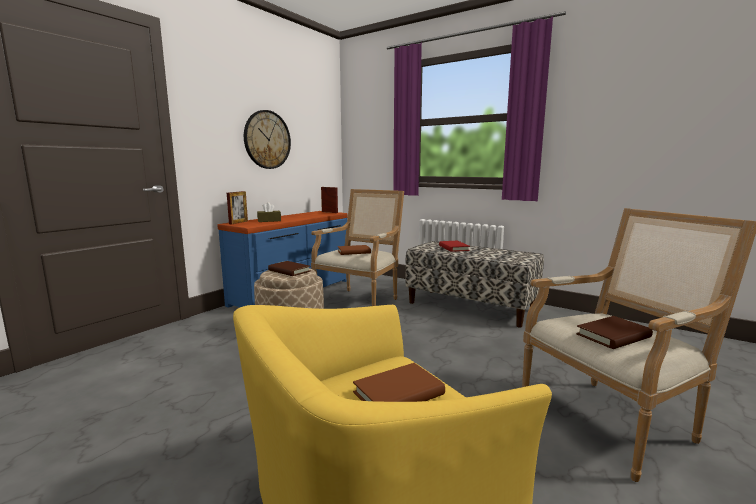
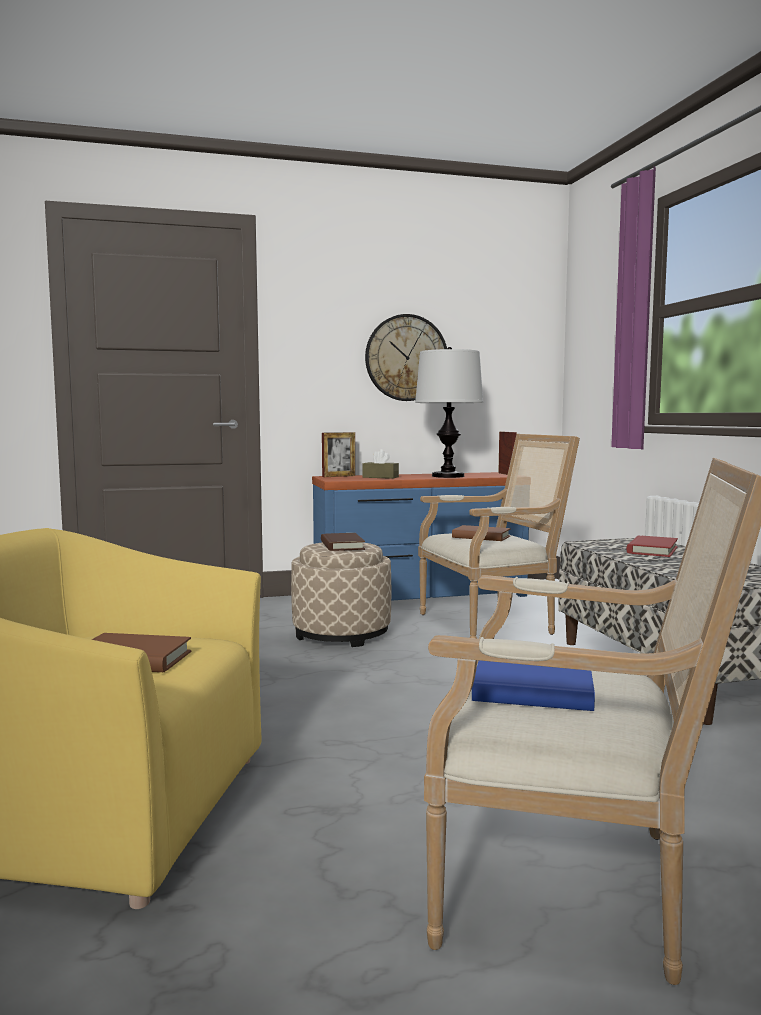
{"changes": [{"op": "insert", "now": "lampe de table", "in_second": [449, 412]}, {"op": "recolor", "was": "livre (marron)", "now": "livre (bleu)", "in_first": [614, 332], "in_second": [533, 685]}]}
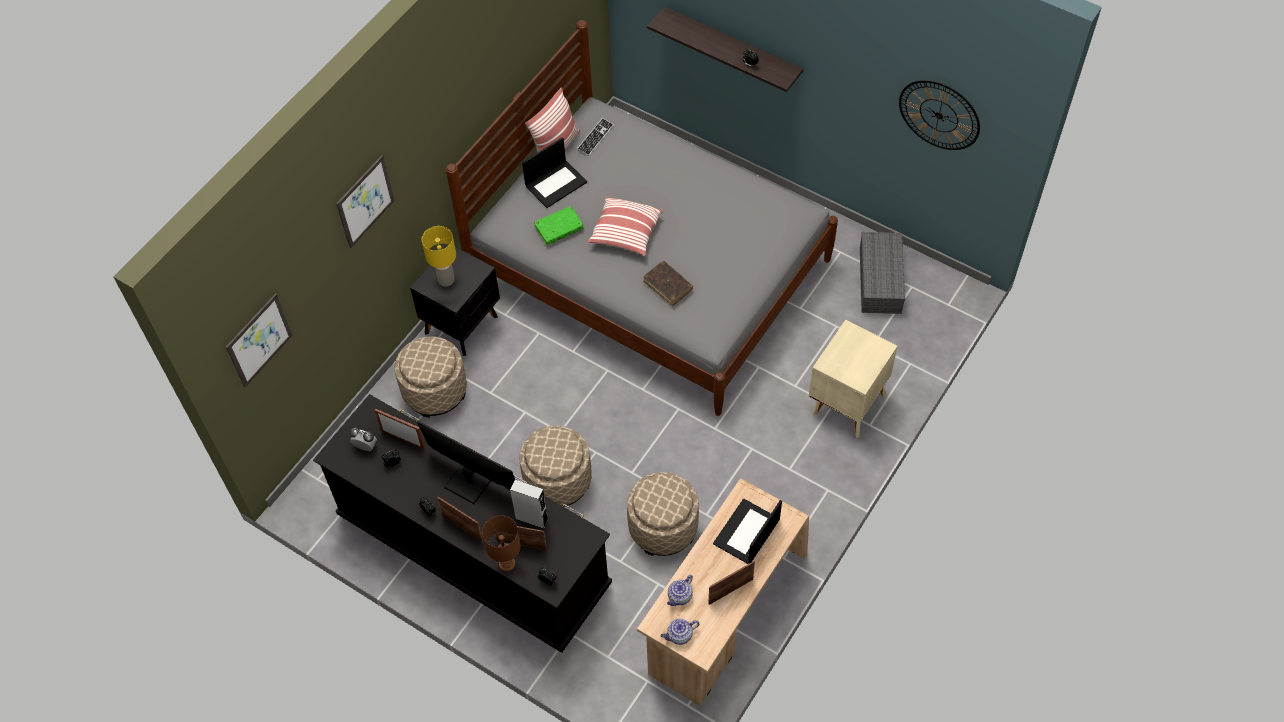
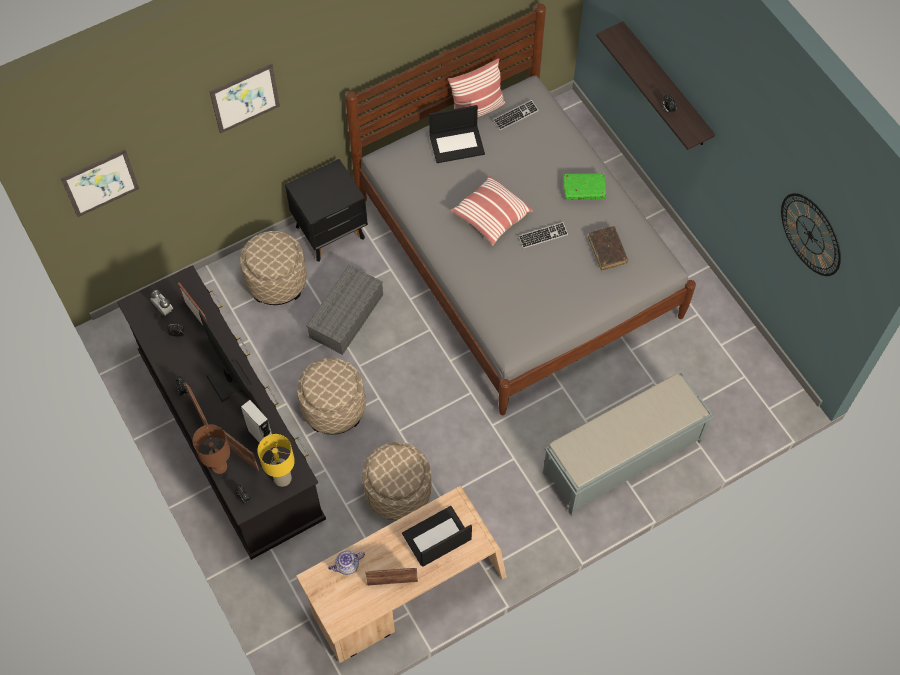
{"changes": [{"op": "delete", "was": "théière", "in_first": [679, 632]}, {"op": "insert", "now": "clavier", "in_second": [543, 235]}, {"op": "move", "was": "lampe de table (jaune)", "in_first": [439, 256], "in_second": [276, 460]}, {"op": "move", "was": "livre (vert)", "in_first": [558, 225], "in_second": [585, 186]}, {"op": "move", "was": "livre (marron)", "in_first": [668, 283], "in_second": [608, 248]}, {"op": "move", "was": "boîte de rangement (gris)", "in_first": [882, 273], "in_second": [344, 310]}, {"op": "replace", "was": "table de chevet (beige)", "now": "banc (gris)", "in_first": [853, 379], "in_second": [628, 444]}]}
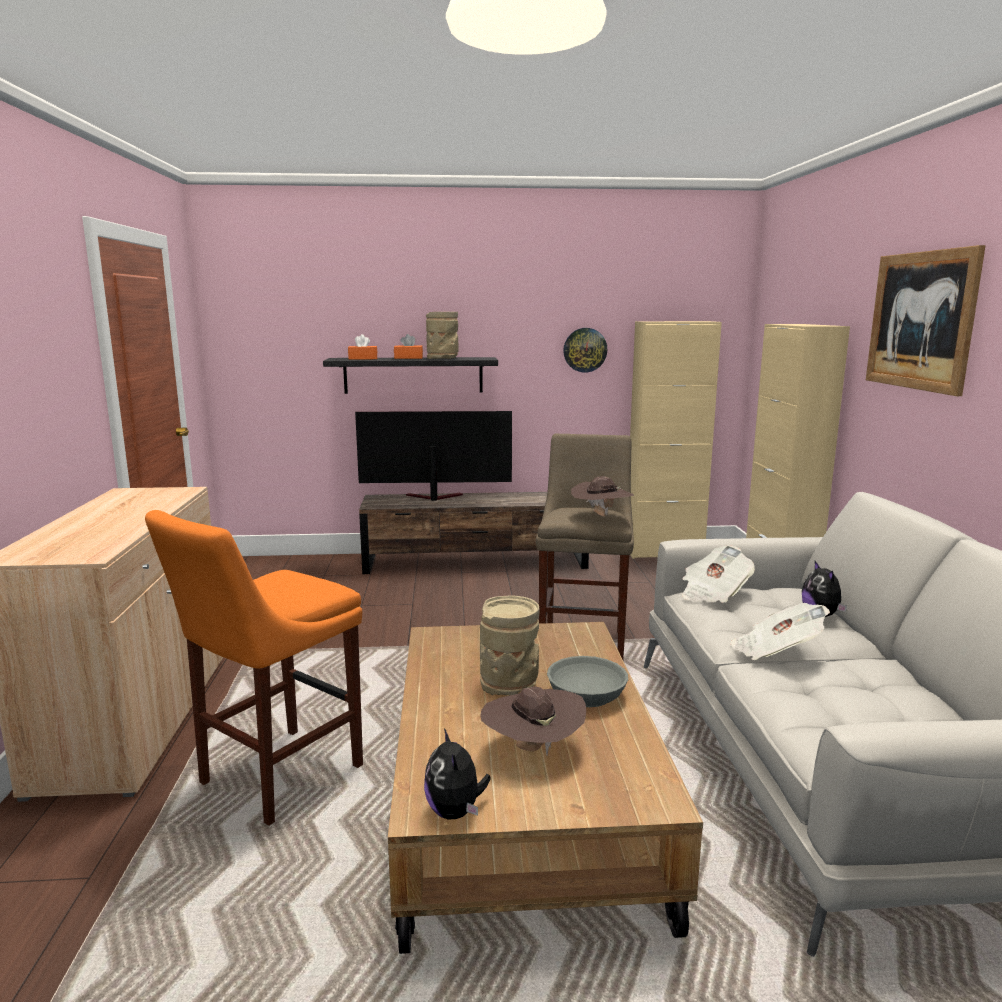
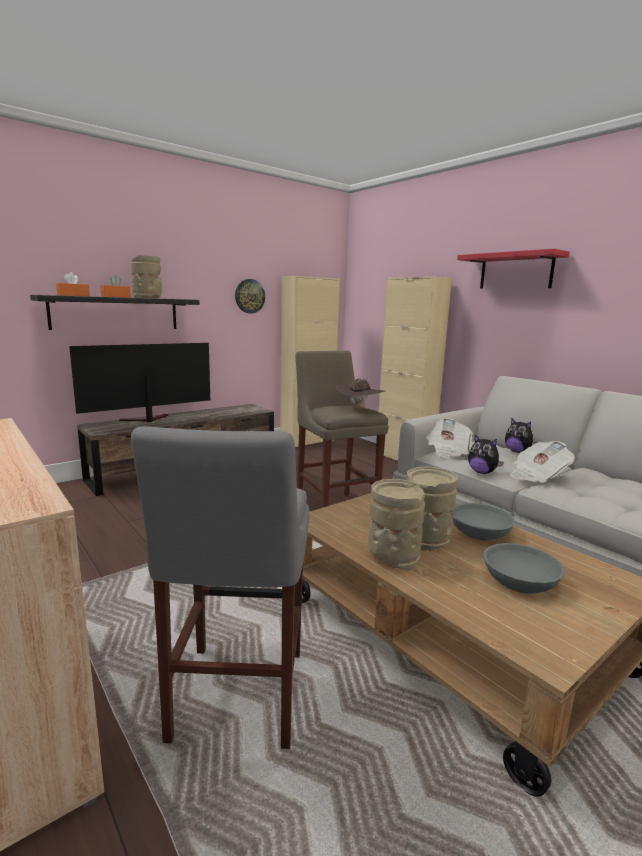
{"changes": [{"op": "insert", "now": "vase (beige)", "in_second": [396, 524]}, {"op": "move", "was": "peluche", "in_first": [457, 773], "in_second": [486, 454]}, {"op": "replace", "was": "chapeau (marron)", "now": "bol (gris)", "in_first": [533, 721], "in_second": [524, 568]}, {"op": "replace", "was": "tableau", "now": "étagère (rouge)", "in_first": [926, 320], "in_second": [513, 269]}, {"op": "recolor", "was": "tabouret (orange)", "now": "tabouret (gris)", "in_first": [254, 668], "in_second": [220, 587]}]}
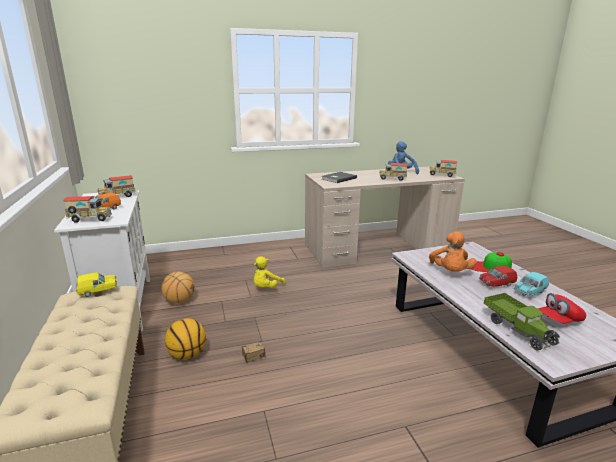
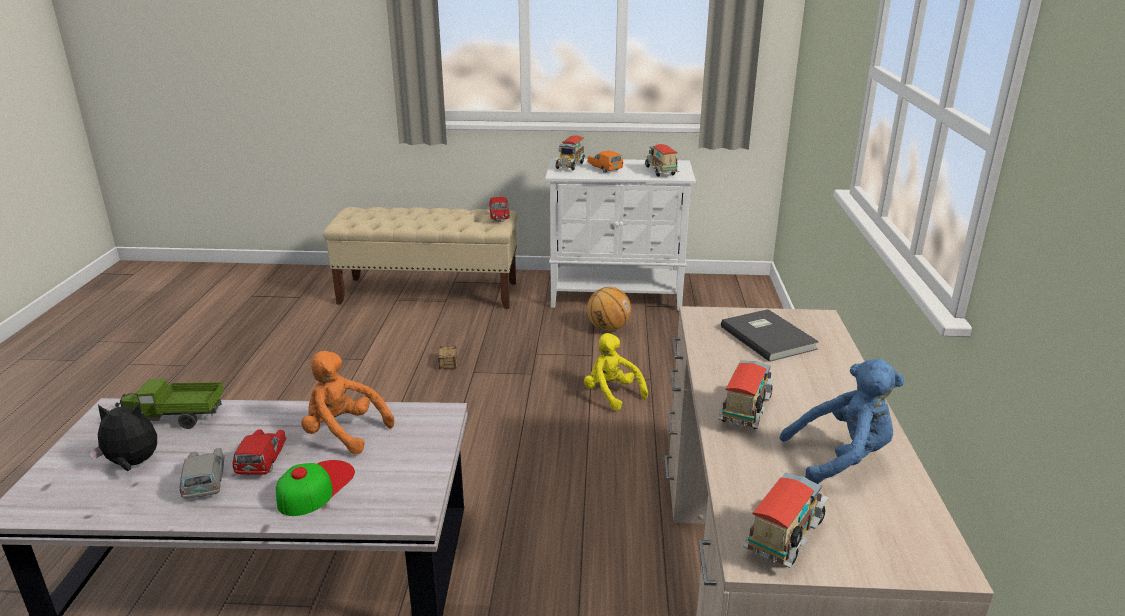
{"changes": [{"op": "delete", "was": "ballon de basket", "in_first": [185, 339]}, {"op": "replace", "was": "casquette (rouge)", "now": "peluche", "in_first": [562, 308], "in_second": [123, 437]}, {"op": "recolor", "was": "petite voiture (jaune)", "now": "petite voiture (rouge)", "in_first": [96, 285], "in_second": [499, 209]}, {"op": "recolor", "was": "petite voiture (turquoise)", "now": "petite voiture (gris)", "in_first": [531, 284], "in_second": [202, 473]}]}
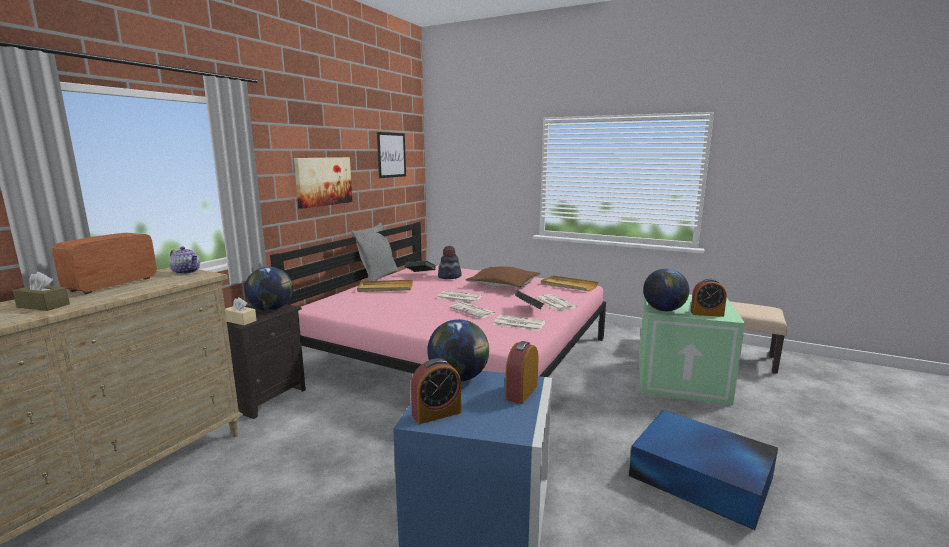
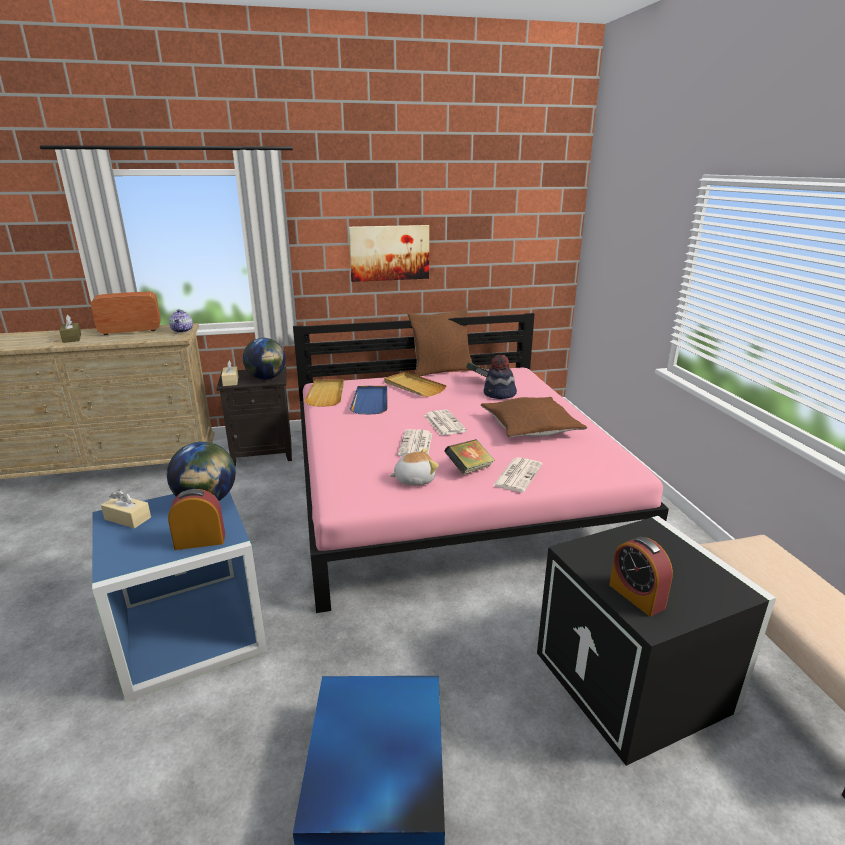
{"changes": [{"op": "delete", "was": "tableau", "in_first": [391, 155]}, {"op": "delete", "was": "globe", "in_first": [666, 290]}, {"op": "insert", "now": "plateau (bleu)", "in_second": [369, 400]}, {"op": "move", "was": "plateau (beige)", "in_first": [570, 283], "in_second": [324, 393]}, {"op": "replace", "was": "réveil", "now": "boîte à mouchoirs (beige)", "in_first": [436, 391], "in_second": [126, 509]}, {"op": "replace", "was": "journal", "now": "peluche", "in_first": [519, 323], "in_second": [414, 466]}, {"op": "recolor", "was": "coussin (gris)", "now": "coussin (marron)", "in_first": [375, 252], "in_second": [439, 342]}, {"op": "recolor", "was": "boîte de rangement (vert)", "now": "boîte de rangement (noir)", "in_first": [692, 350], "in_second": [656, 641]}]}
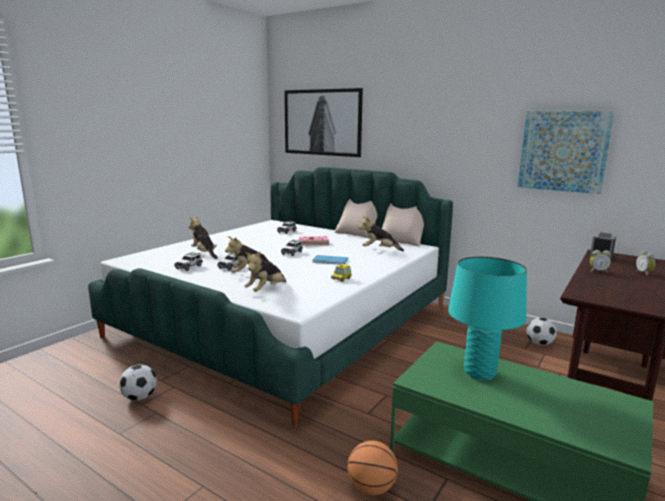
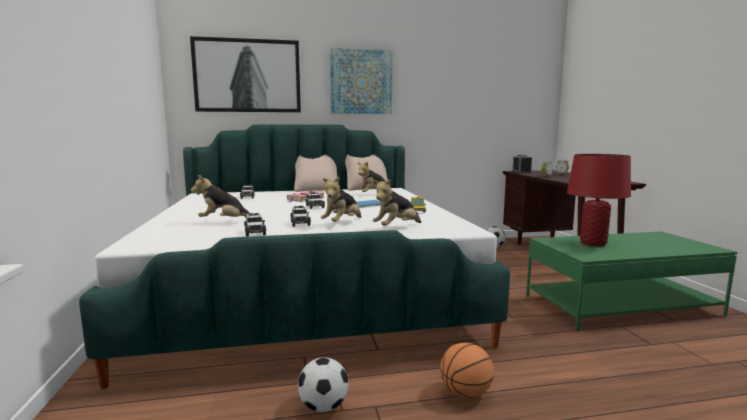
{"changes": [{"op": "move", "was": "ballon de basket", "in_first": [372, 468], "in_second": [467, 370]}, {"op": "move", "was": "tableau", "in_first": [566, 152], "in_second": [361, 81]}, {"op": "recolor", "was": "lampe de table (turquoise)", "now": "lampe de table (rouge)", "in_first": [487, 318], "in_second": [599, 200]}, {"op": "rotate", "was": "peluche", "in_first": [265, 271], "in_second": [397, 202], "clockwise": 60}]}
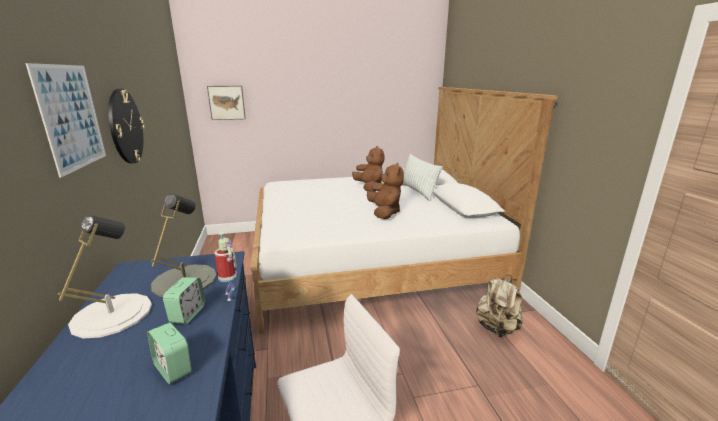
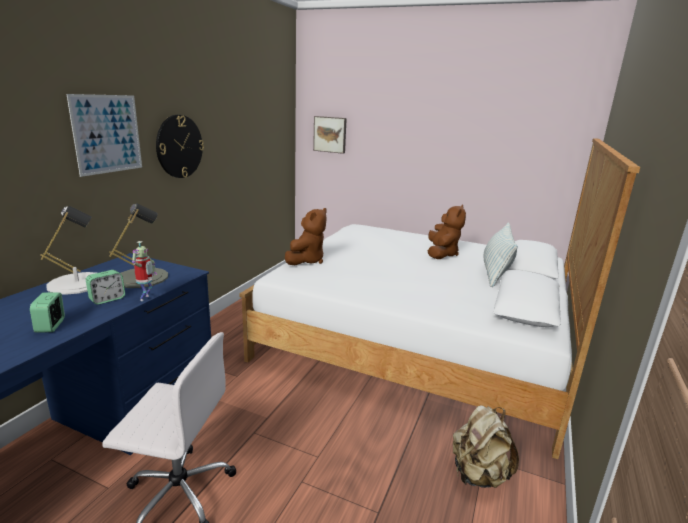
{"changes": [{"op": "move", "was": "peluche (marron)", "in_first": [385, 190], "in_second": [306, 236]}]}
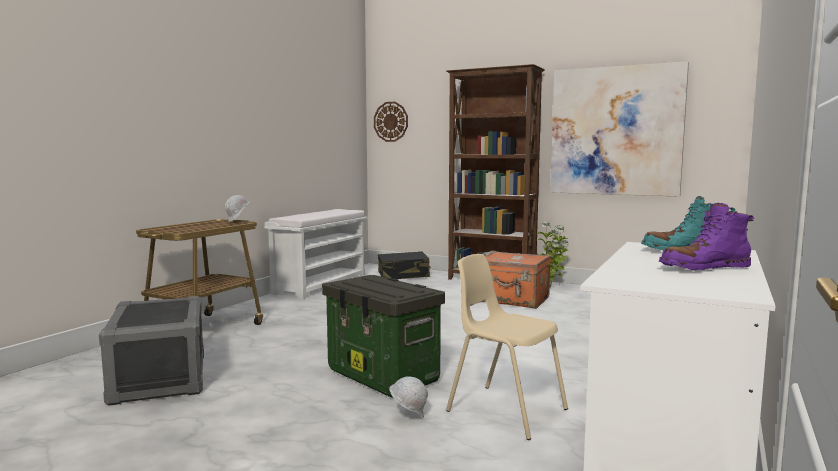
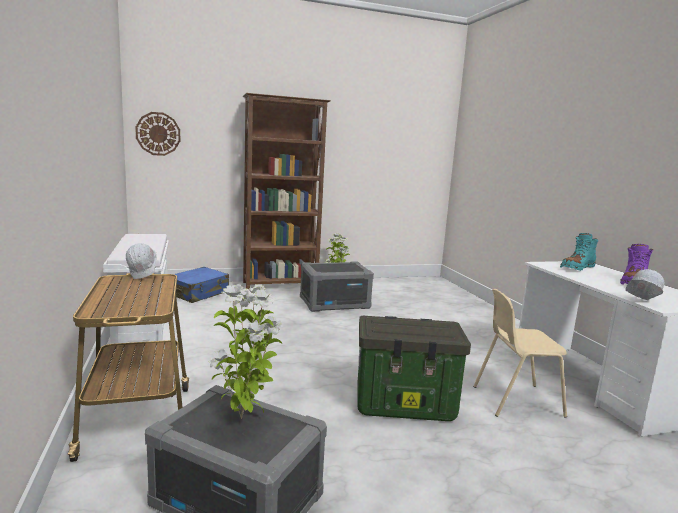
{"changes": [{"op": "delete", "was": "tableau", "in_first": [619, 129]}, {"op": "insert", "now": "plante en pot", "in_second": [246, 351]}, {"op": "move", "was": "casque de chantier (blanc)", "in_first": [408, 397], "in_second": [644, 284]}, {"op": "replace", "was": "valise (orange)", "now": "boîte de rangement (gris)", "in_first": [517, 280], "in_second": [337, 286]}, {"op": "recolor", "was": "valise (noir)", "now": "valise (bleu)", "in_first": [404, 265], "in_second": [201, 285]}]}
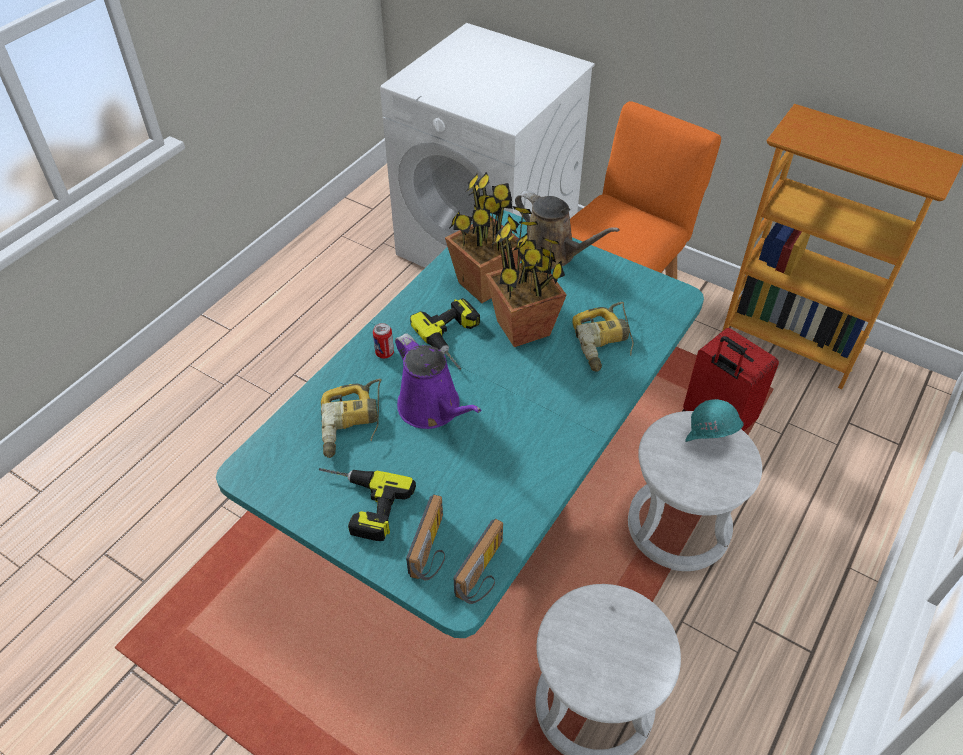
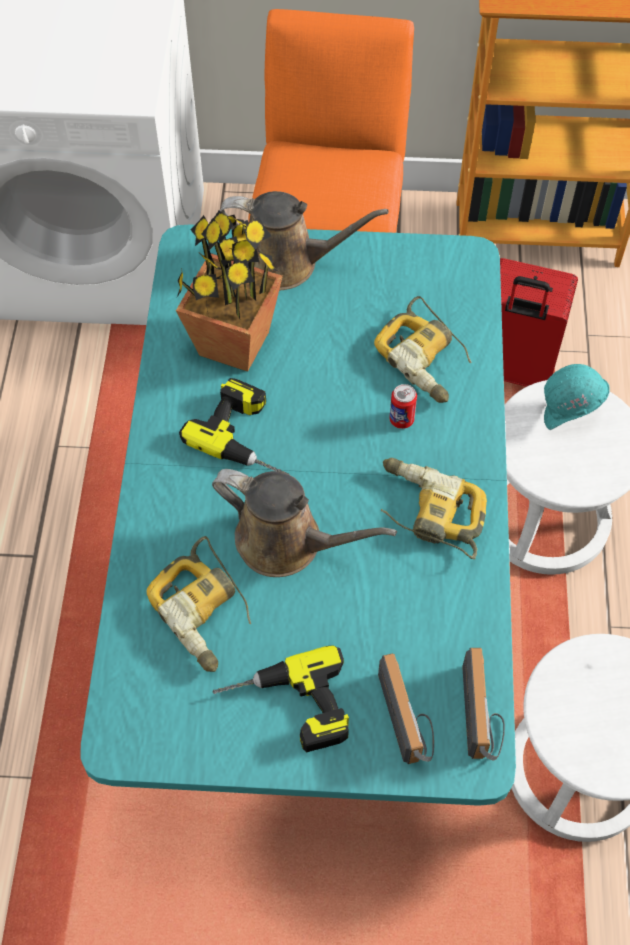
{"changes": [{"op": "delete", "was": "plante en pot", "in_first": [526, 276]}, {"op": "insert", "now": "perceuse", "in_second": [434, 508]}, {"op": "move", "was": "boîte métallique", "in_first": [383, 340], "in_second": [403, 406]}, {"op": "recolor", "was": "arrosoir (violet)", "now": "arrosoir (marron)", "in_first": [438, 381], "in_second": [304, 523]}]}
